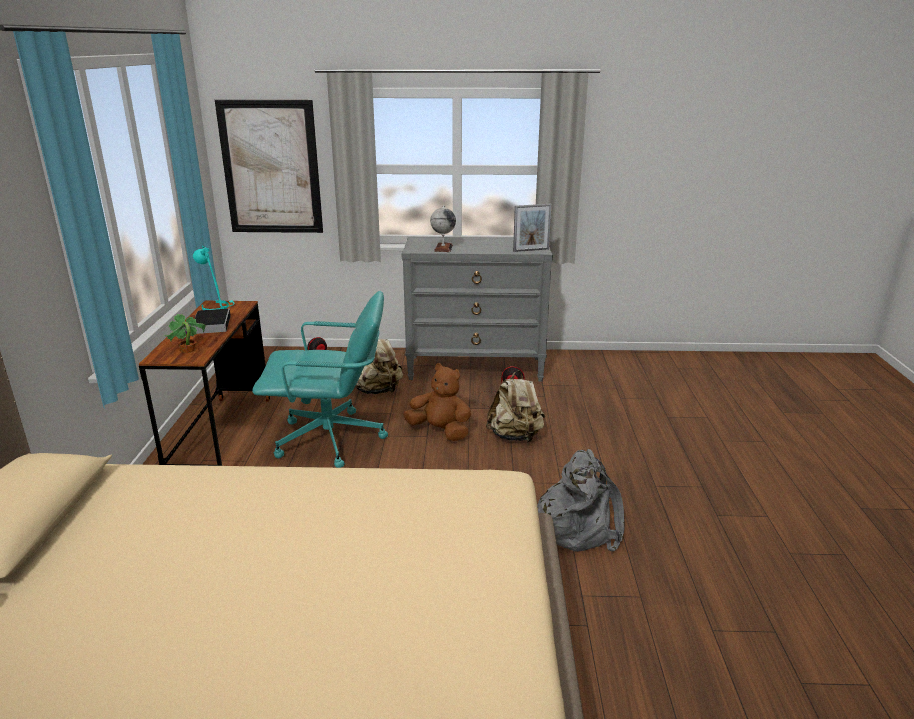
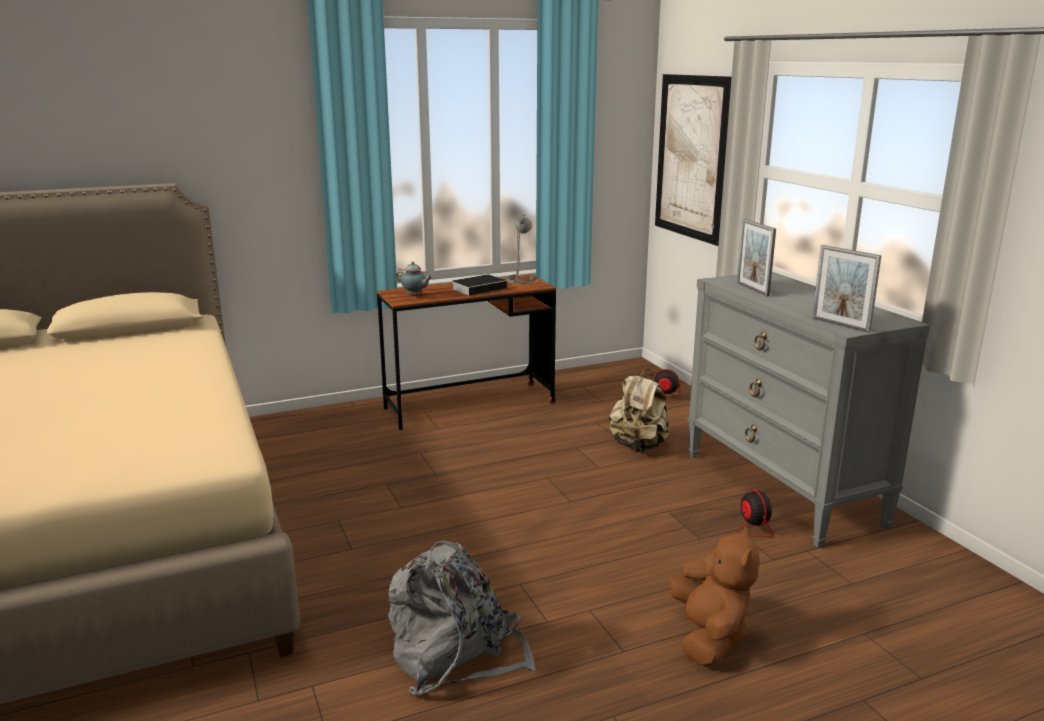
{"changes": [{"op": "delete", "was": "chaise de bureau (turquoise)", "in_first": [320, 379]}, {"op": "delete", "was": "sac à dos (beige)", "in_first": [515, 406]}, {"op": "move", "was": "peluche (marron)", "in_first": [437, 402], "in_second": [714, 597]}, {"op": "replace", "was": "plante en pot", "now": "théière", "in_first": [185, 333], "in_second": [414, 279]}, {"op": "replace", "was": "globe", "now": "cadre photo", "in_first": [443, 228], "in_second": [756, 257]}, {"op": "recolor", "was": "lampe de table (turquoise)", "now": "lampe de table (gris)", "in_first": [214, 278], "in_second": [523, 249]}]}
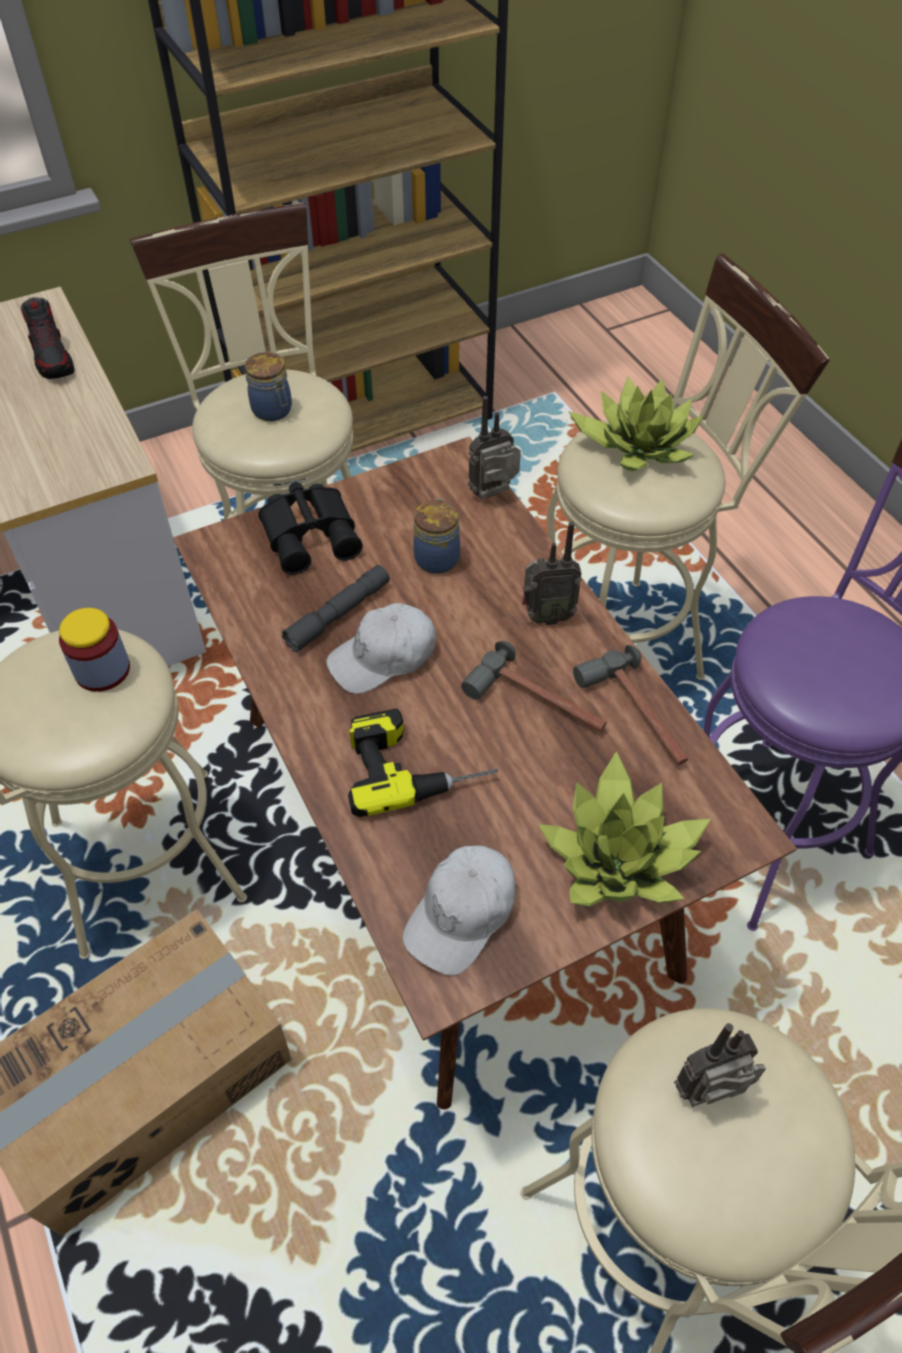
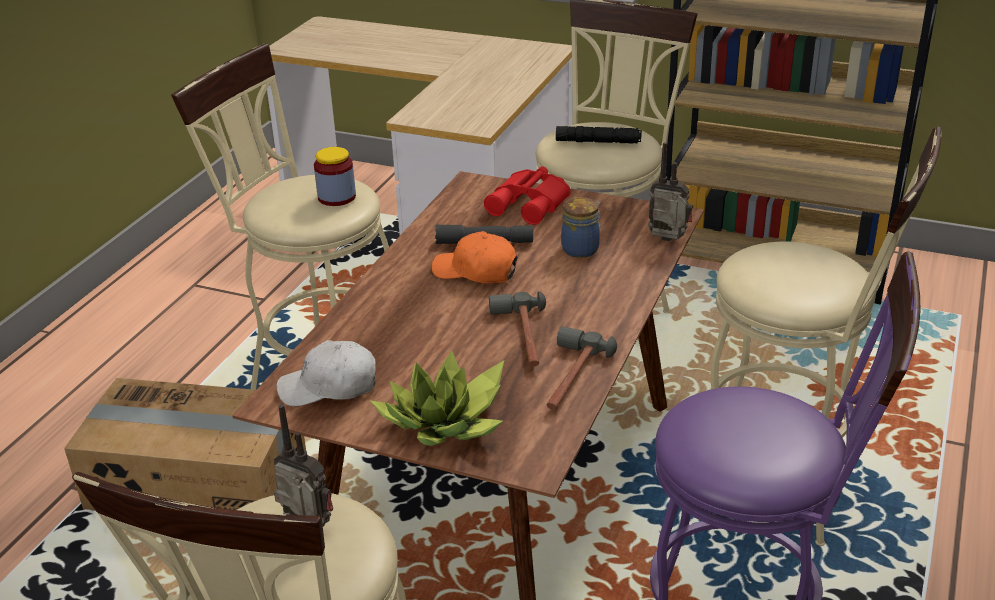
{"changes": [{"op": "delete", "was": "chaussure", "in_first": [48, 338]}, {"op": "delete", "was": "perceuse", "in_first": [423, 762]}, {"op": "delete", "was": "radio", "in_first": [552, 573]}, {"op": "delete", "was": "plante en pot", "in_first": [635, 424]}, {"op": "replace", "was": "bocal", "now": "lampe de poche (noir)", "in_first": [268, 386], "in_second": [599, 135]}, {"op": "recolor", "was": "jumelles (noir)", "now": "jumelles (rouge)", "in_first": [310, 528], "in_second": [527, 195]}, {"op": "recolor", "was": "casquette (blanc)", "now": "casquette (orange)", "in_first": [381, 648], "in_second": [474, 257]}]}
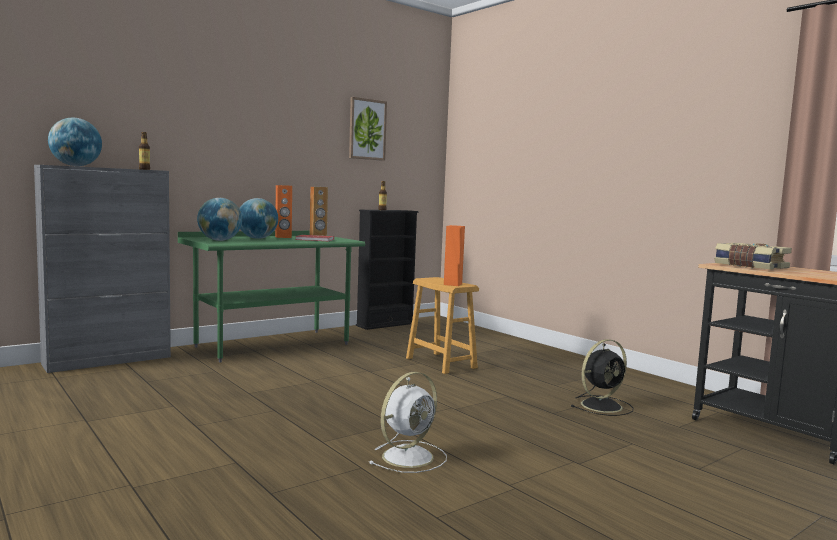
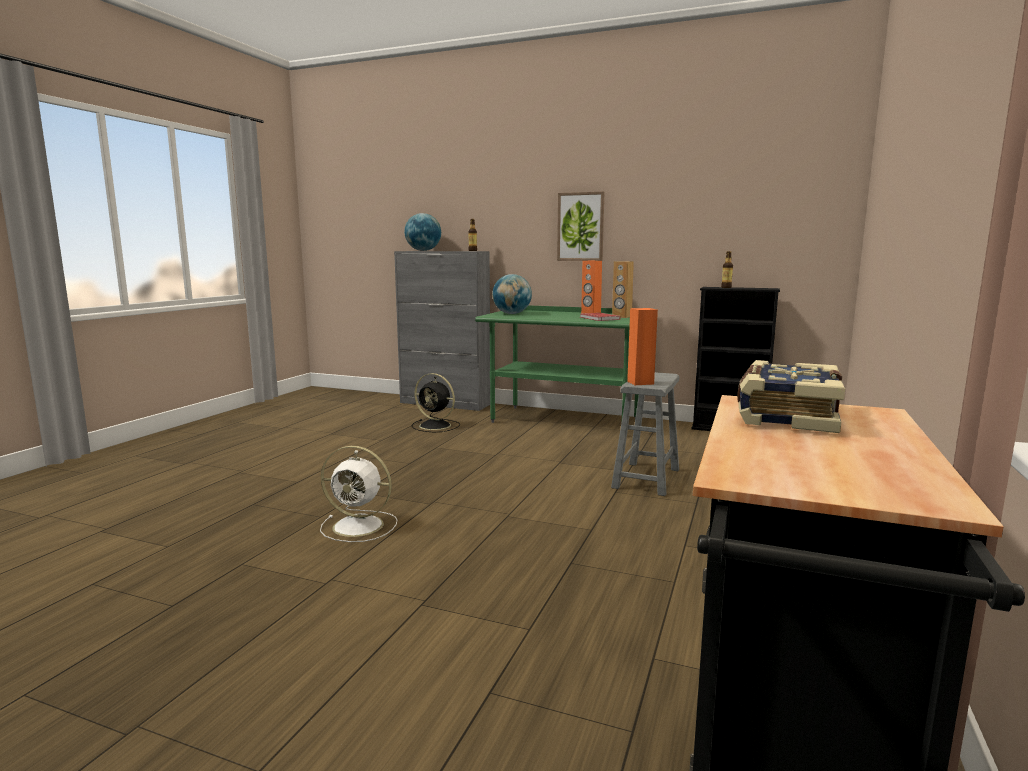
{"changes": [{"op": "delete", "was": "globe", "in_first": [258, 218]}, {"op": "move", "was": "tableau", "in_first": [368, 129], "in_second": [581, 226]}, {"op": "move", "was": "ventilateur (noir)", "in_first": [601, 377], "in_second": [435, 403]}, {"op": "recolor", "was": "tabouret (marron)", "now": "tabouret (gris)", "in_first": [442, 325], "in_second": [645, 434]}]}
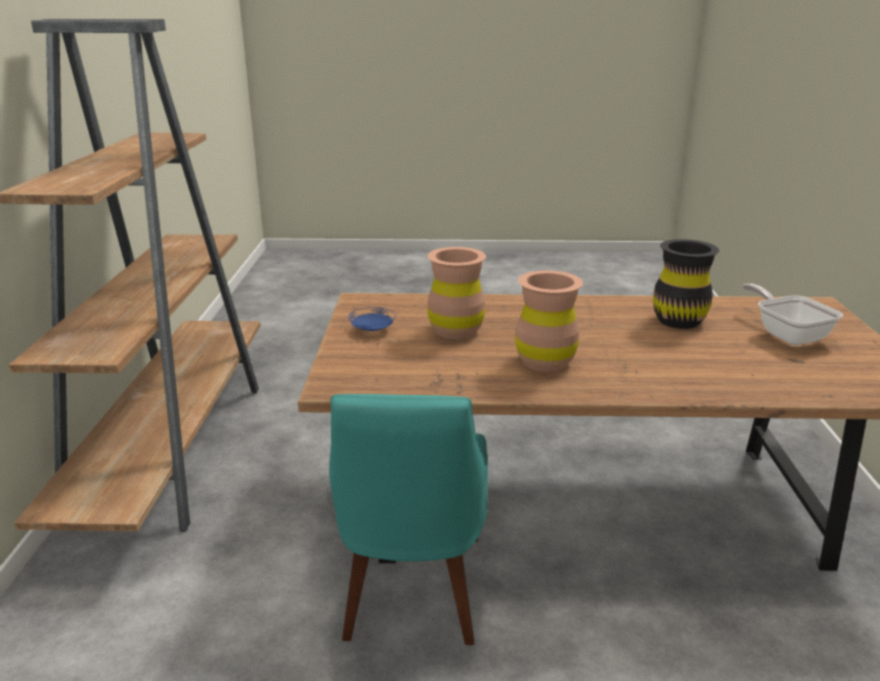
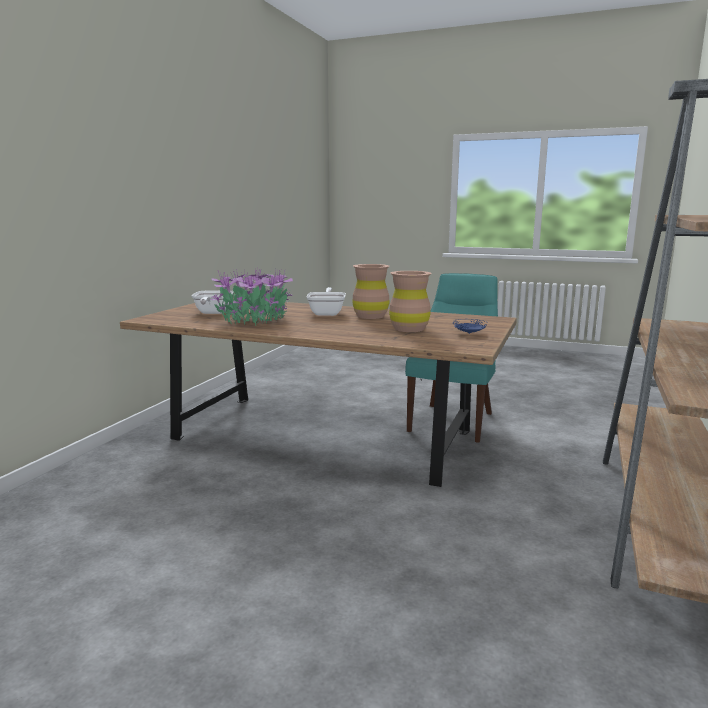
{"changes": [{"op": "insert", "now": "poêle", "in_second": [326, 301]}, {"op": "replace", "was": "vase (noir)", "now": "plante en pot", "in_first": [686, 284], "in_second": [252, 297]}]}
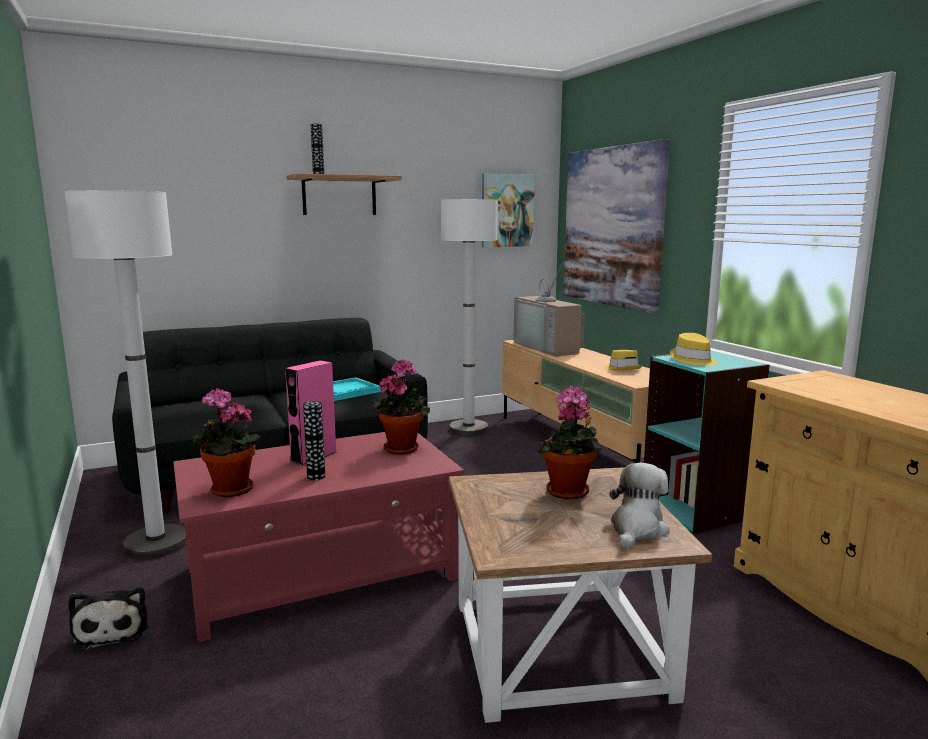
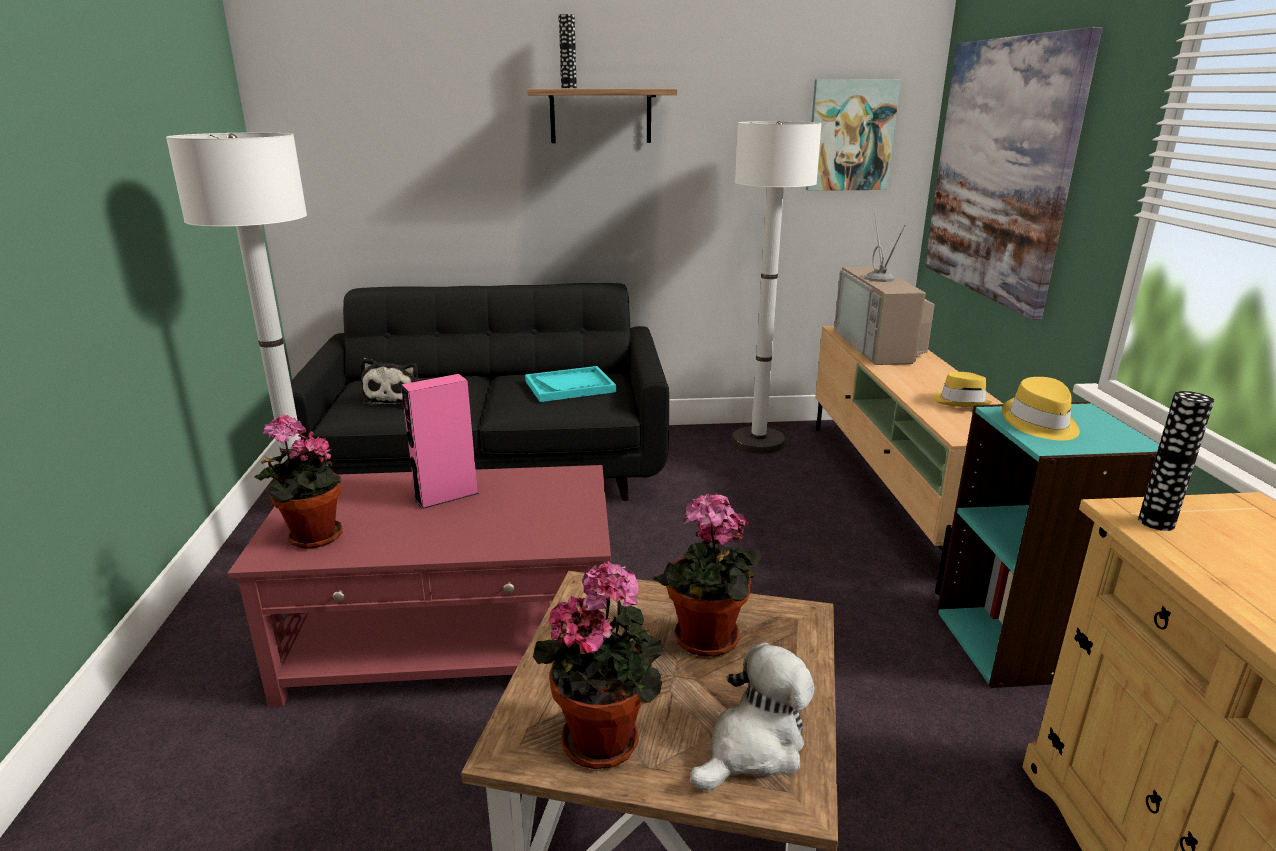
{"changes": [{"op": "move", "was": "peluche", "in_first": [108, 619], "in_second": [390, 381]}, {"op": "move", "was": "vase", "in_first": [314, 440], "in_second": [1176, 461]}, {"op": "move", "was": "plante en pot", "in_first": [400, 406], "in_second": [598, 665]}]}
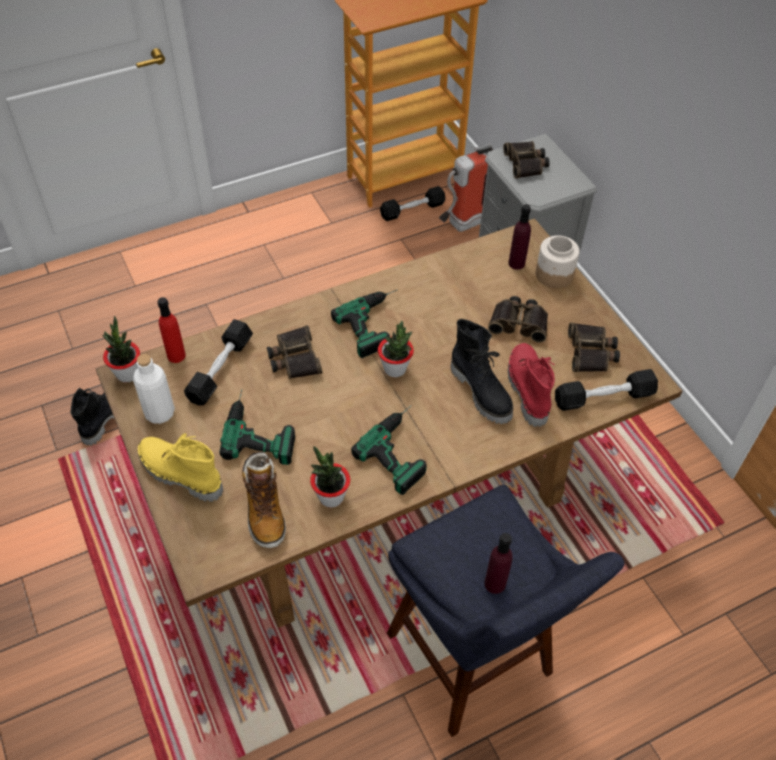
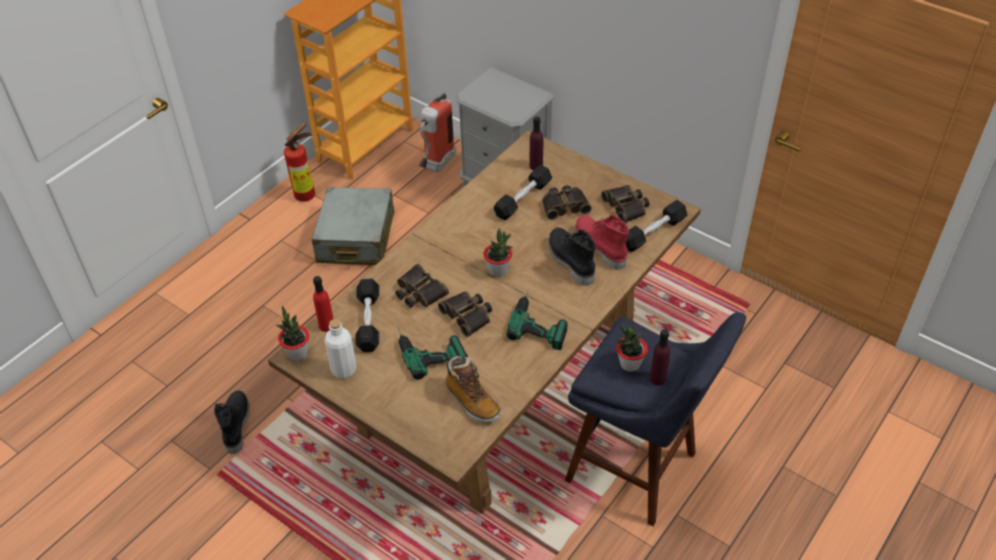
{"changes": [{"op": "delete", "was": "botte (jaune)", "in_first": [180, 467]}, {"op": "delete", "was": "perceuse", "in_first": [364, 323]}, {"op": "delete", "was": "bocal", "in_first": [558, 261]}, {"op": "insert", "now": "extincteur", "in_second": [299, 162]}, {"op": "insert", "now": "valise (gris)", "in_second": [353, 226]}, {"op": "move", "was": "plante en pot", "in_first": [330, 477], "in_second": [632, 348]}, {"op": "move", "was": "haltère (noir)", "in_first": [412, 203], "in_second": [523, 192]}, {"op": "move", "was": "jumelles", "in_first": [526, 160], "in_second": [465, 314]}, {"op": "rotate", "was": "botte (noir)", "in_first": [482, 371], "in_second": [572, 257], "clockwise": -150}]}
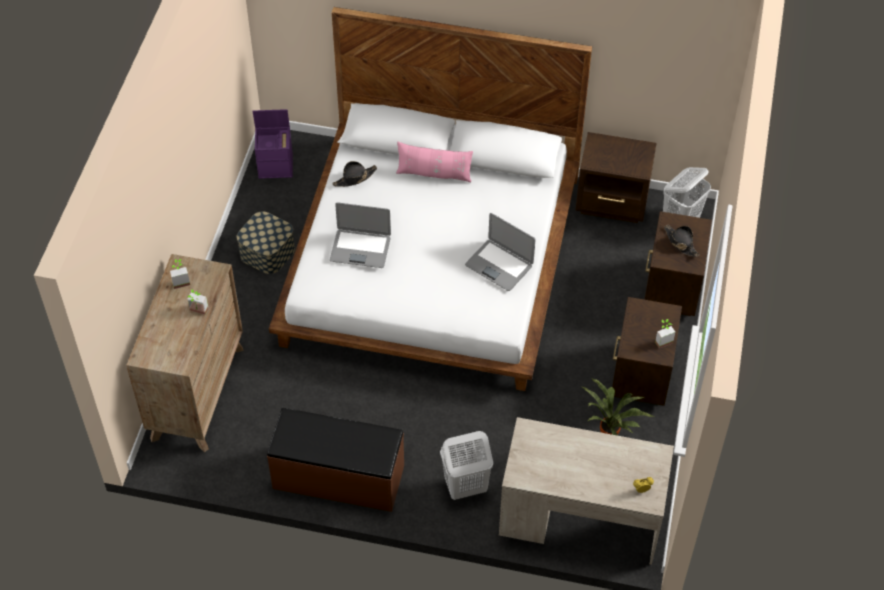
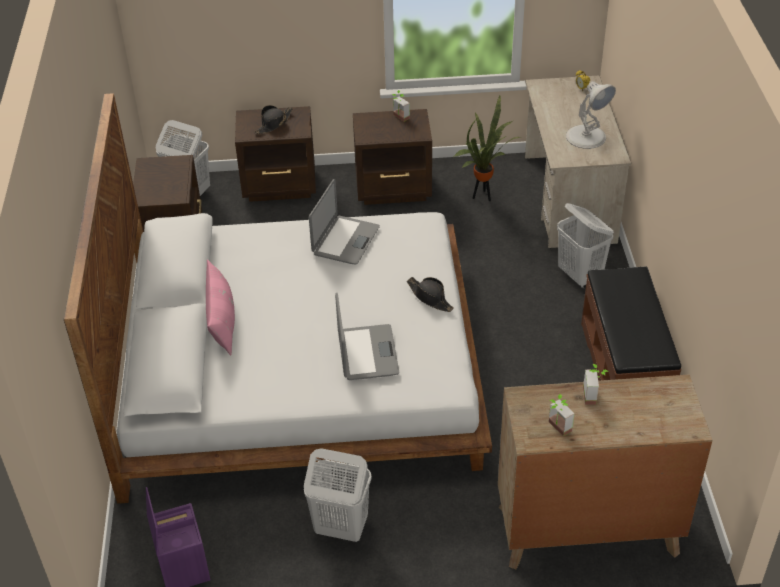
{"changes": [{"op": "insert", "now": "lampe de table (blanc)", "in_second": [591, 115]}, {"op": "move", "was": "chapeau (noir)", "in_first": [354, 174], "in_second": [430, 294]}, {"op": "replace", "was": "boîte de rangement", "now": "panier à linge (blanc)", "in_first": [265, 243], "in_second": [337, 495]}]}
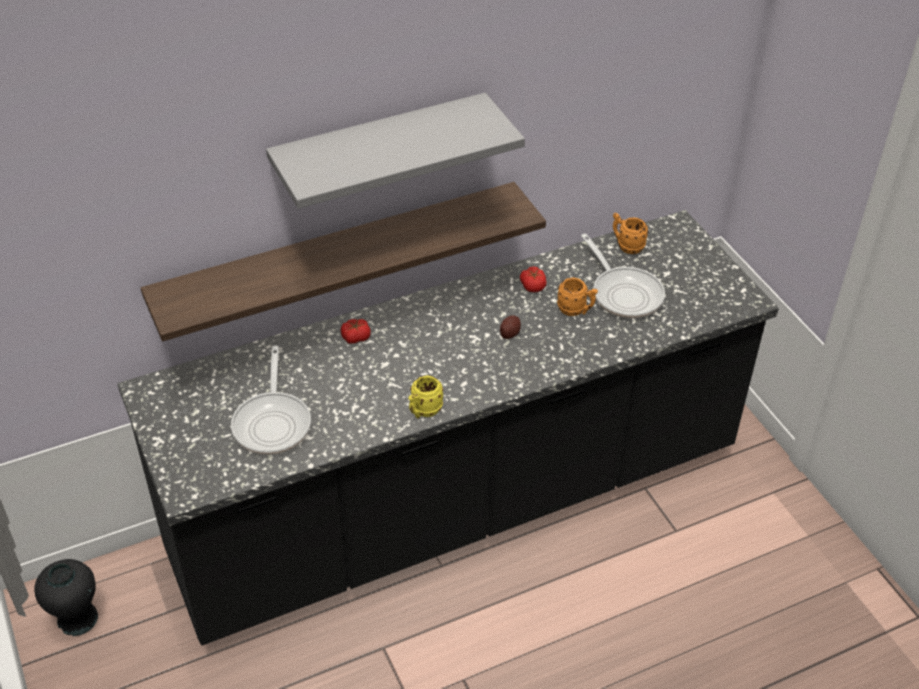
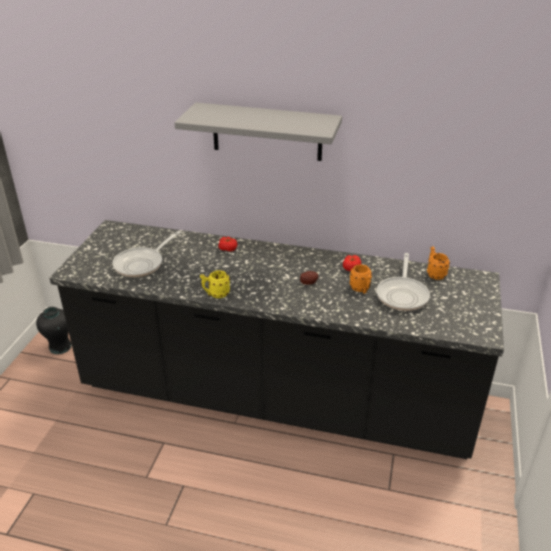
{"changes": [{"op": "delete", "was": "étagère", "in_first": [343, 262]}]}
